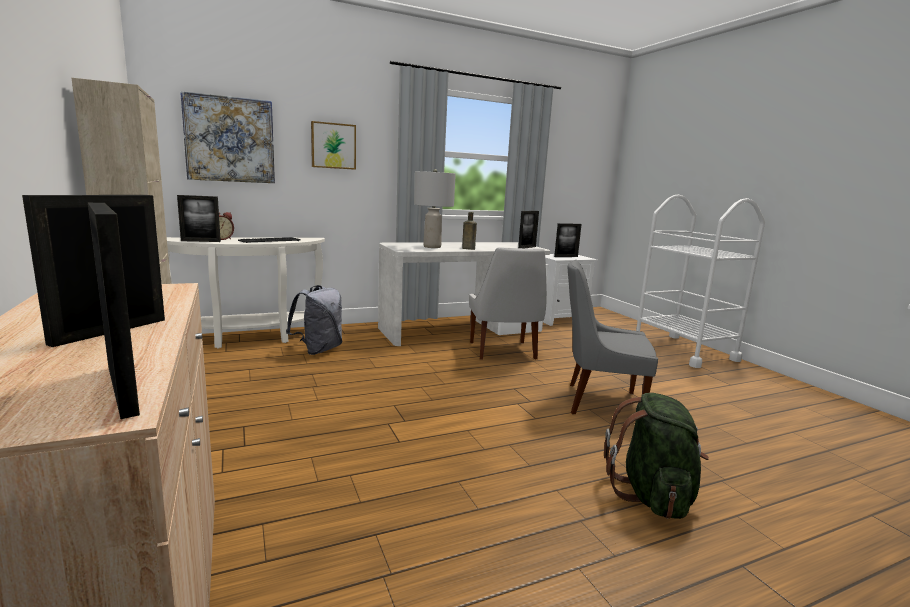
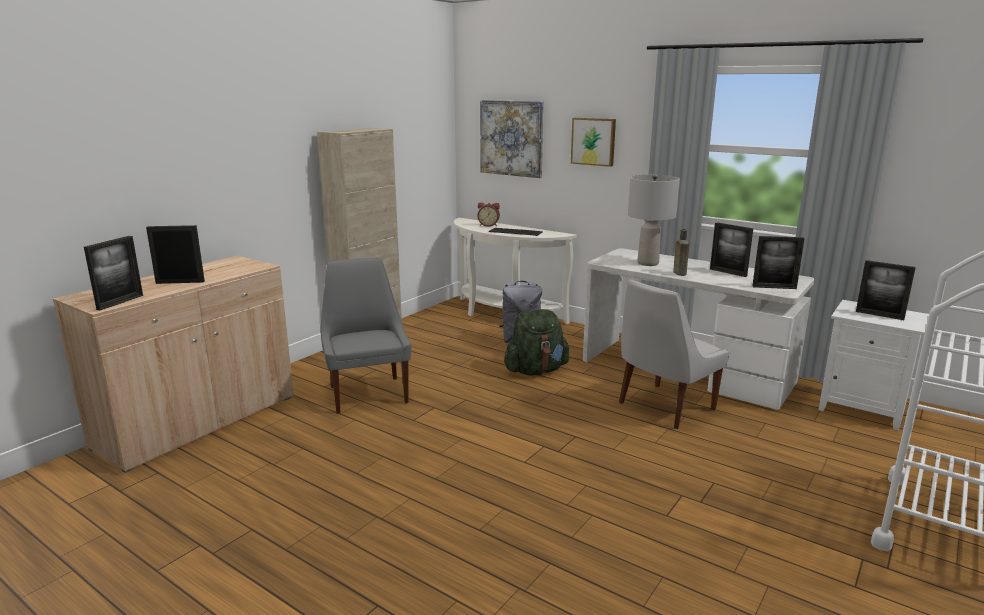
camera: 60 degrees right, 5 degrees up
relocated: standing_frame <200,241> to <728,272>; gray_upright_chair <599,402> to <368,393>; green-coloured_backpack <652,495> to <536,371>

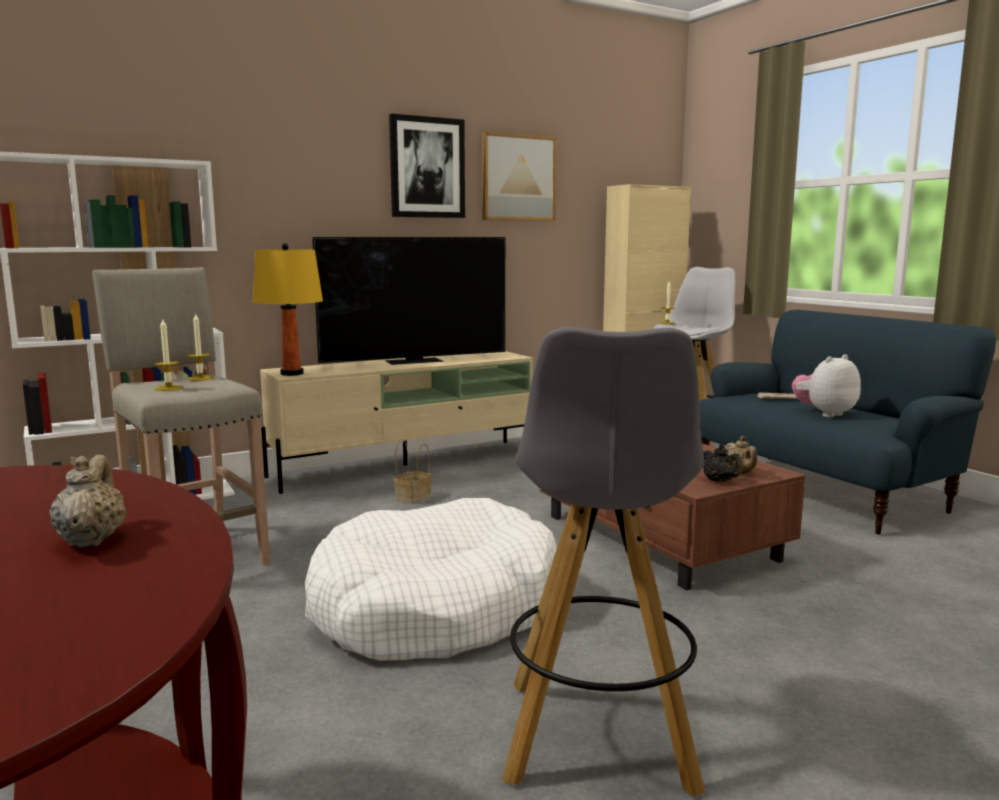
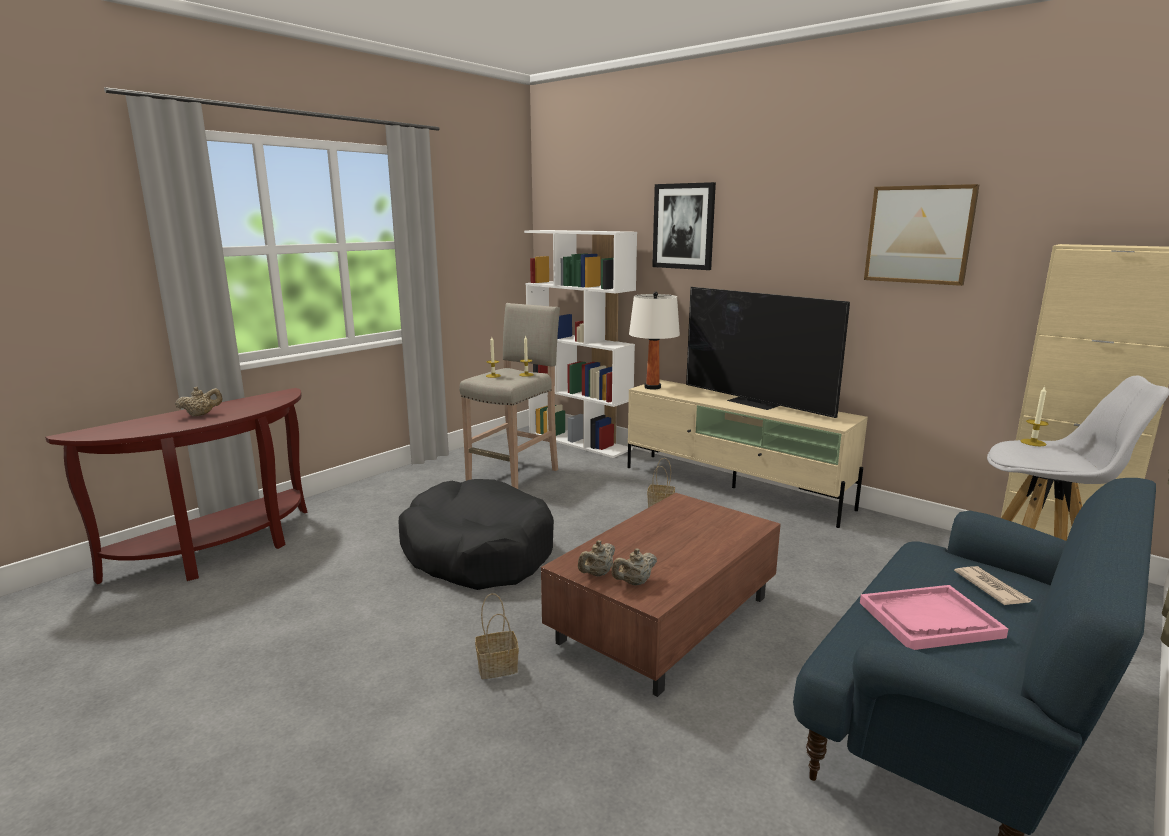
camera: 70 degrees right, 5 degrees up
missing: gray_stool <599,738>
appeared: basket <496,668>
relocated: wall_picture <427,168> to <683,226>
exchanged: cuddly_toy <824,414> to pink_tray <929,620>
colour: yellowish_table_lamp <292,373> to whitish_table_lamp <652,387>; whitish_dog_bed <435,608> to black_dog_bed <478,552>; black_teapot <719,481> to beige-coloured_teapot <597,574>

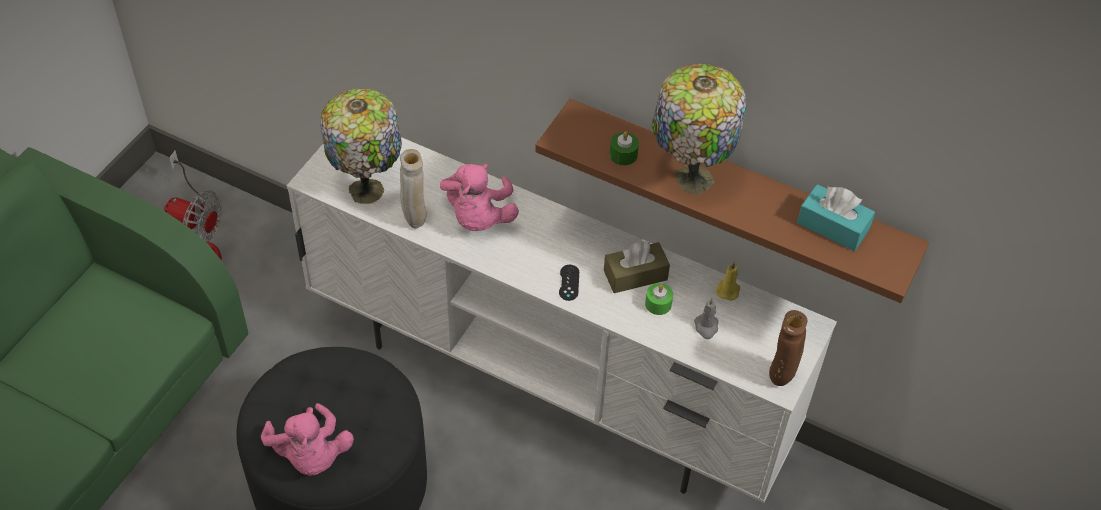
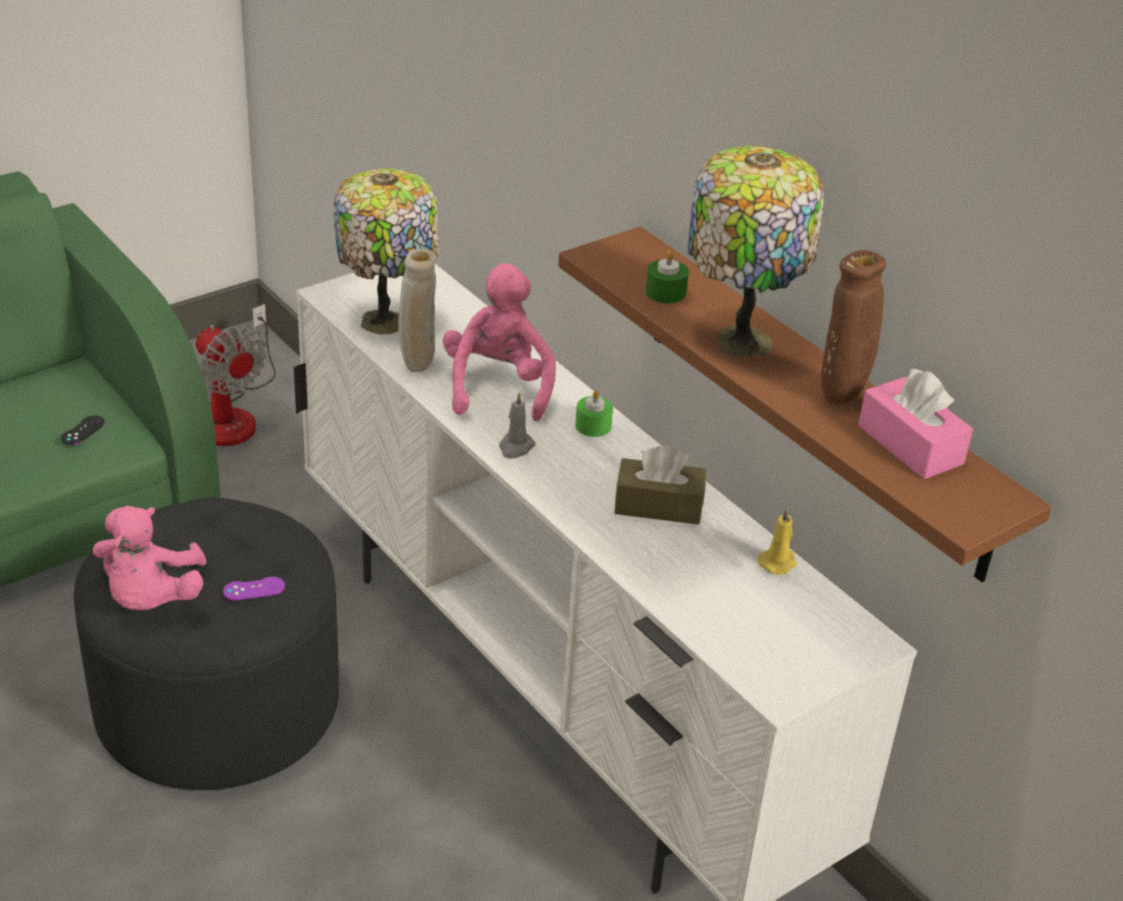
camera: 25 degrees right, 15 degrees down
appeared: purple-coloured_joypad <254,589>
relocated: black_joypad <569,282> to <83,430>; green-coloured_wax_candle <658,304> to <593,426>; gray_wax_candle <706,327> to <515,447>; brownish_flower_vase <780,378> to <841,398>
colour: turquoise-coloured_tissue_holder <833,226> to pink_tissue_holder <910,445>
spun: pink_cuddly_toy <478,218> = <498,387> 150 degrees clockwise

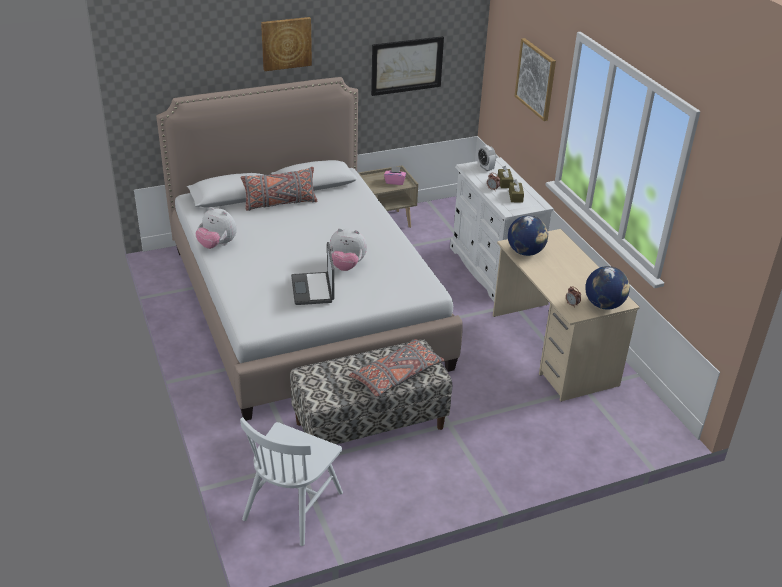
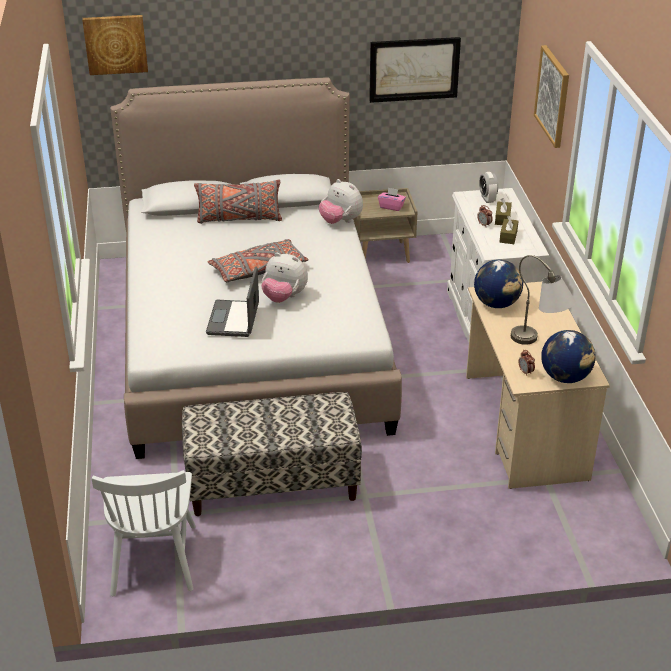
camera: 15 degrees right, 0 degrees up
appeared: gray_table_lamp <540,343>
relocated: cuddly_toy <217,245> to <340,221>; wall_picture <286,43> to <115,44>; gray_pillow <396,375> to <258,270>
spun: whitish_upright_chair <293,505> = <153,559> 45 degrees counterclockwise

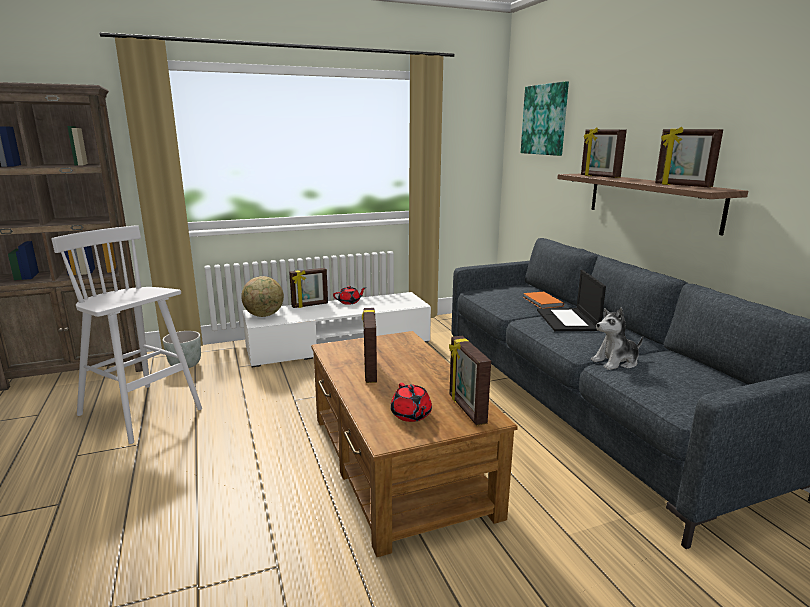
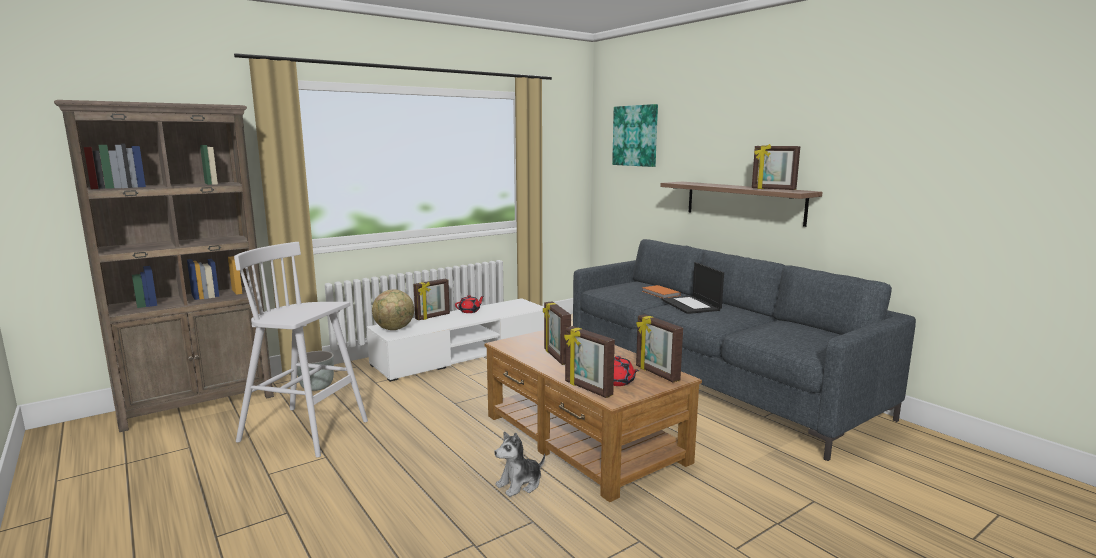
camera: 15 degrees left, 5 degrees down
relocated: standing_frame <599,177> to <587,389>; cuddly_toy <616,362> to <520,484>

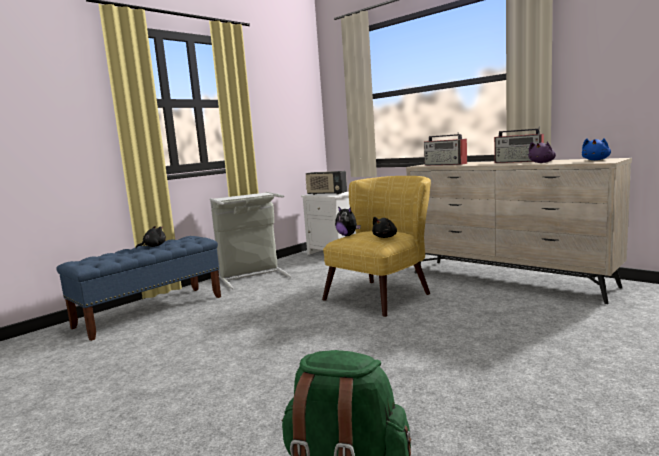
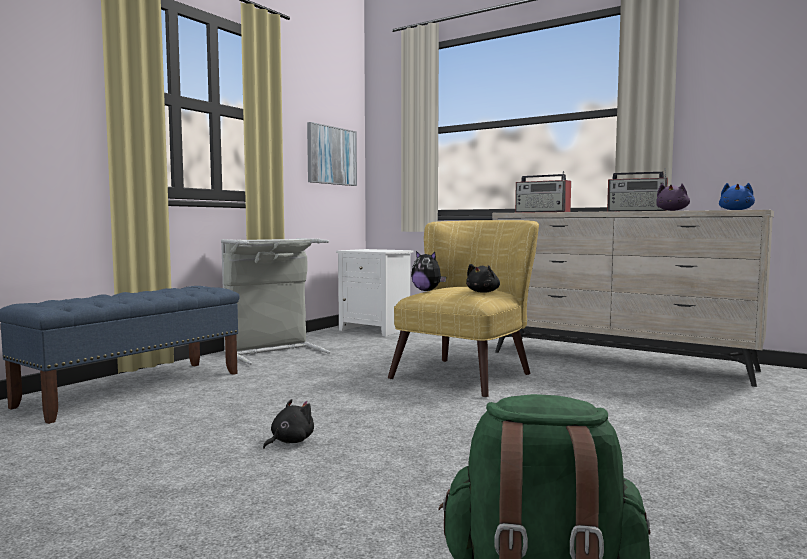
camera: 10 degrees left, 5 degrees down
missing: radio_receiver <326,194>
appeared: wall_picture <331,155>
relocated: black_cuddly_toy <153,246> to <290,441>

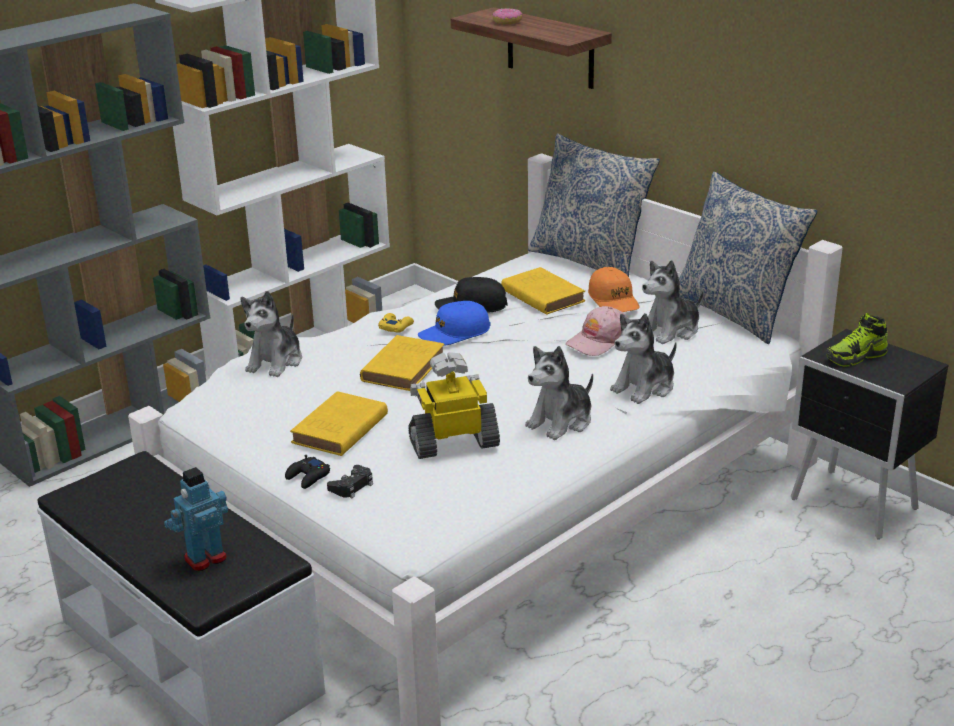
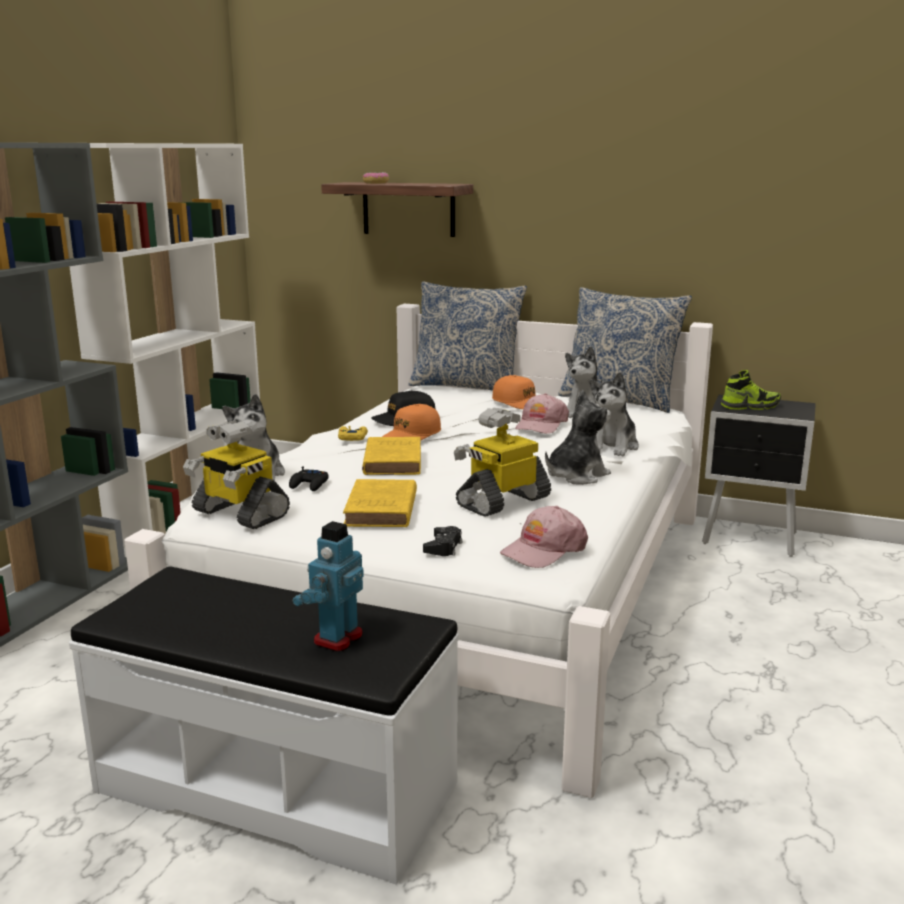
camera: 25 degrees left, 10 degrees down
missing: yellowish_bound_book <541,295>
appeared: robot_figure <239,514>; pink_cap <543,550>
relocated: black_joypad <308,477> to <309,485>
colour: bluish_cap <454,333> to orange-coloured_cap <412,435>
spun: cuddly_toy <561,422> = <576,476> 150 degrees counterclockwise; low_shoe <856,357> = <750,406> 135 degrees counterclockwise

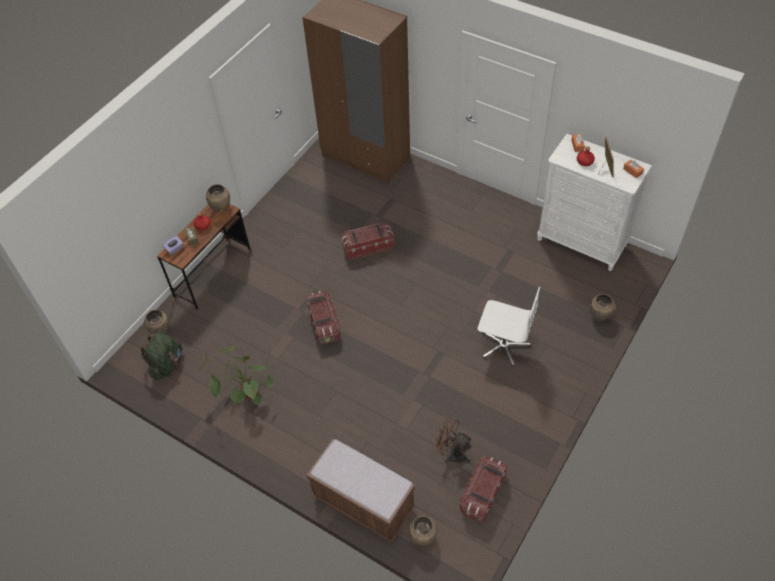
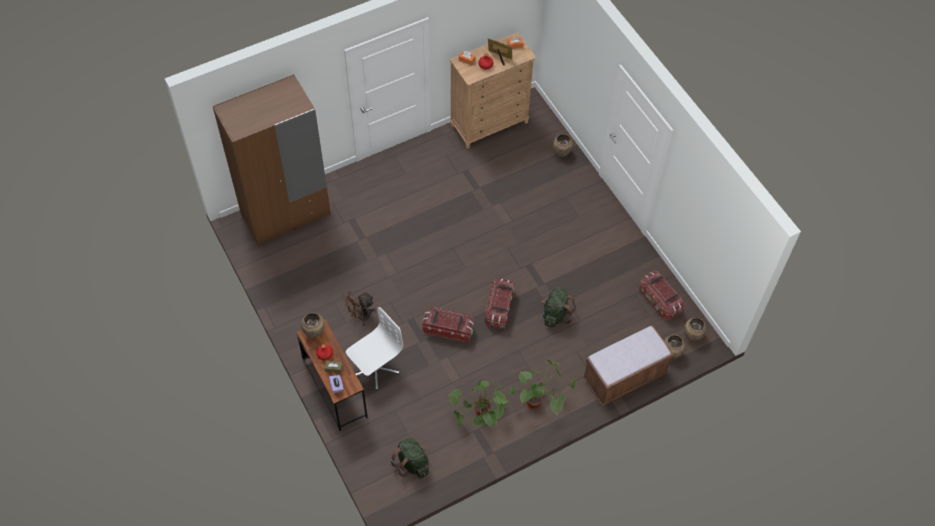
camera: 65 degrees left, 5 degrees up
appeared: potted_plant <539,401>; green-coloured_backpack <555,314>
relocated: brownish_flower_vase <161,331> to <692,336>; storage_bin <367,247> to <499,309>; brownish_cooling_fan <452,453> to <360,316>; whitish_desk_chair <503,345> to <375,368>
colour: whitish_chest_of_drawers <581,243> to brownish_chest_of_drawers <489,124>

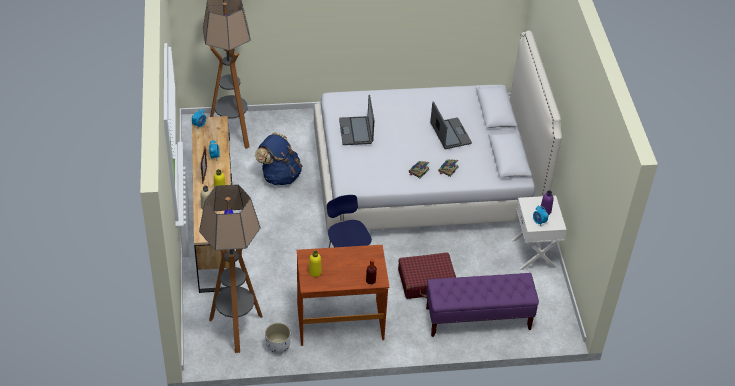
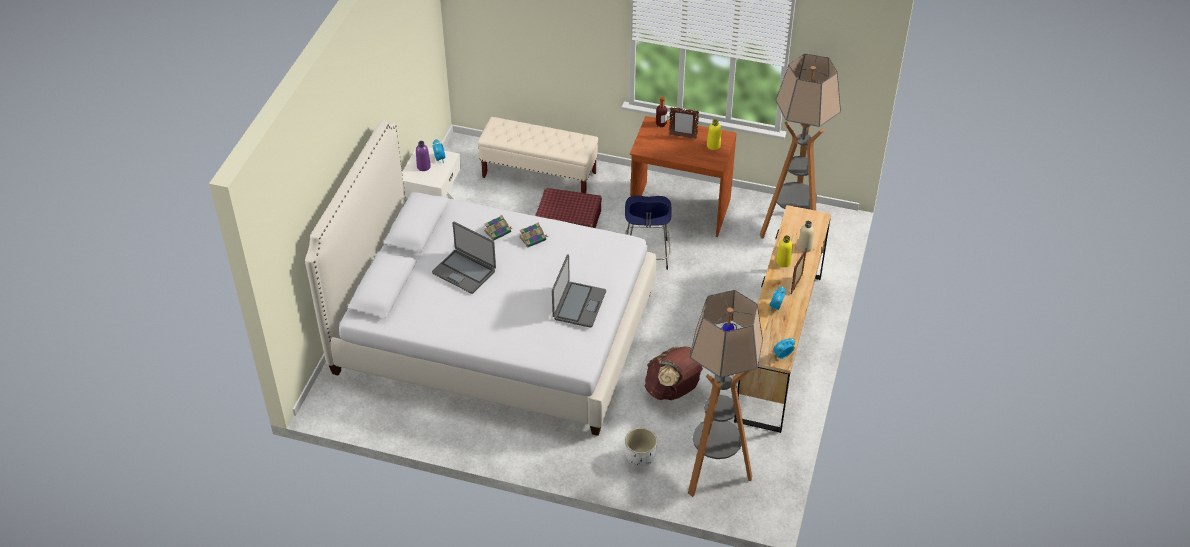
camera: 155 degrees left, 0 degrees up
appeared: standing_frame <682,136>
relocated: whitish_flower_pot <278,346> to <640,457>
colour: bluish_backpack <280,175> to brownish_backpack <674,390>; purple-coloured_bench <477,319> to beige-coloured_bench <539,175>
spun: portable_computer <450,134> = <464,271> 60 degrees counterclockwise

